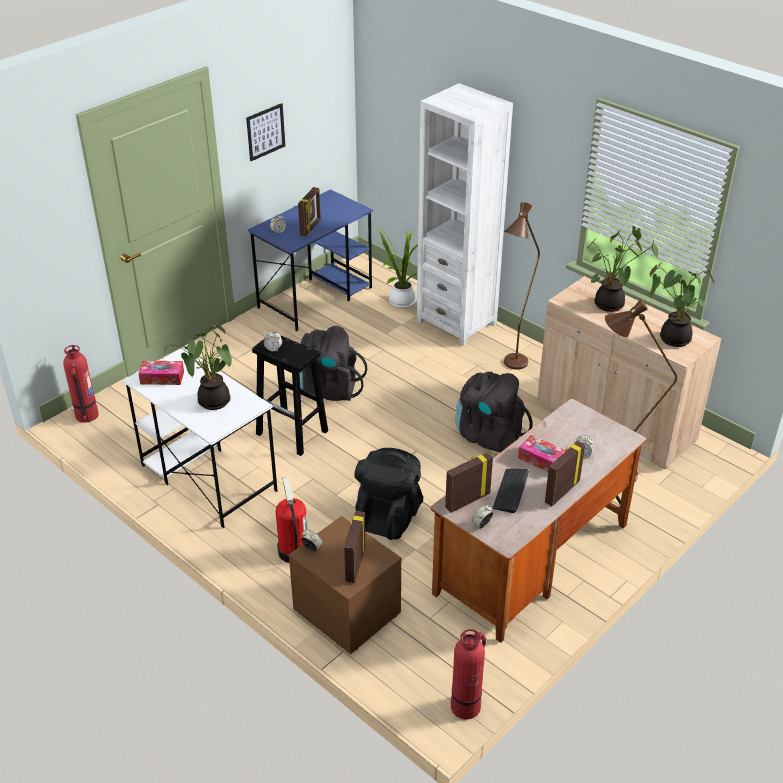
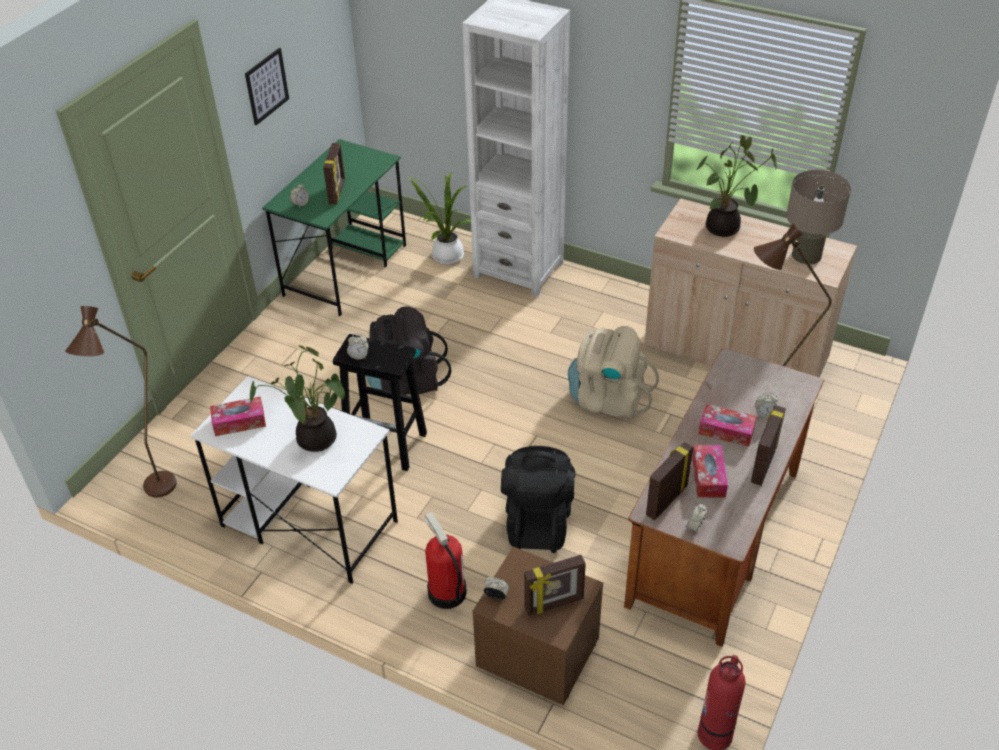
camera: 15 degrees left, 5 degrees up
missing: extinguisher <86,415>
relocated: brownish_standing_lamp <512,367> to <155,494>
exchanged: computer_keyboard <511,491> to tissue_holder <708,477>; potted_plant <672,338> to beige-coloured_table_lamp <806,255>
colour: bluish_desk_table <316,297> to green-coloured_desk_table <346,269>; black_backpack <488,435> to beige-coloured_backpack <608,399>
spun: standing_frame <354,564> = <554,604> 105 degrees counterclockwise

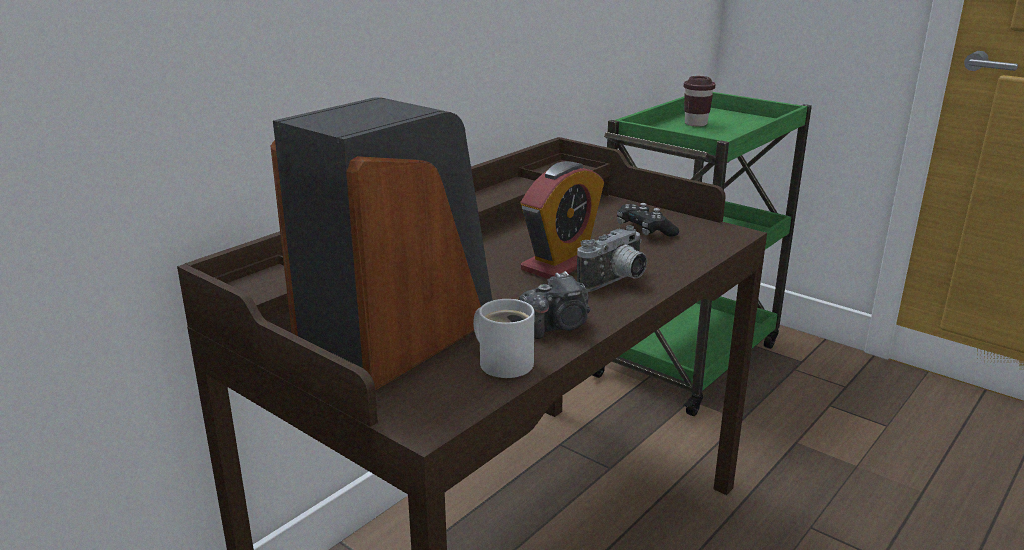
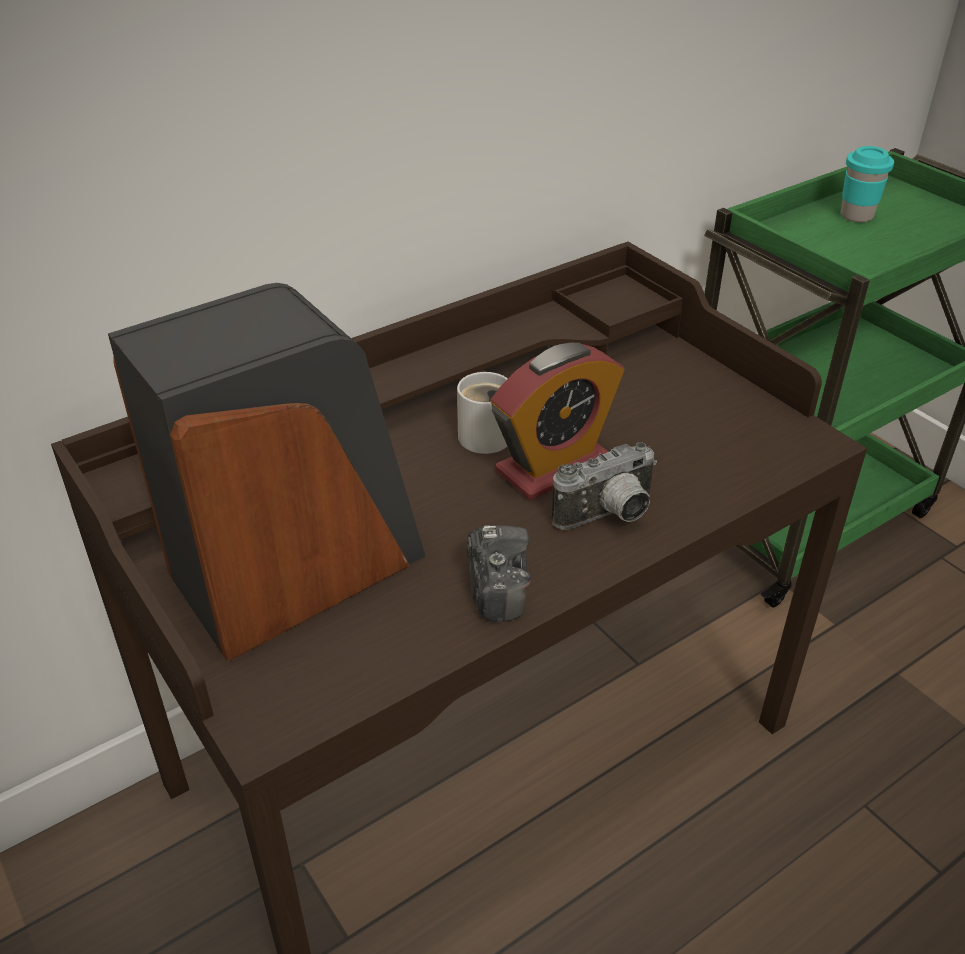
camera: 15 degrees right, 15 degrees up
missing: black_joypad <645,231>
relocated: whitish_coffee_mug <504,361> to <484,433>
colour: brownish_small_cup <695,124> to turquoise-coloured_small_cup <856,216>
spun: still_camera <558,326> = <496,588> 90 degrees counterclockwise

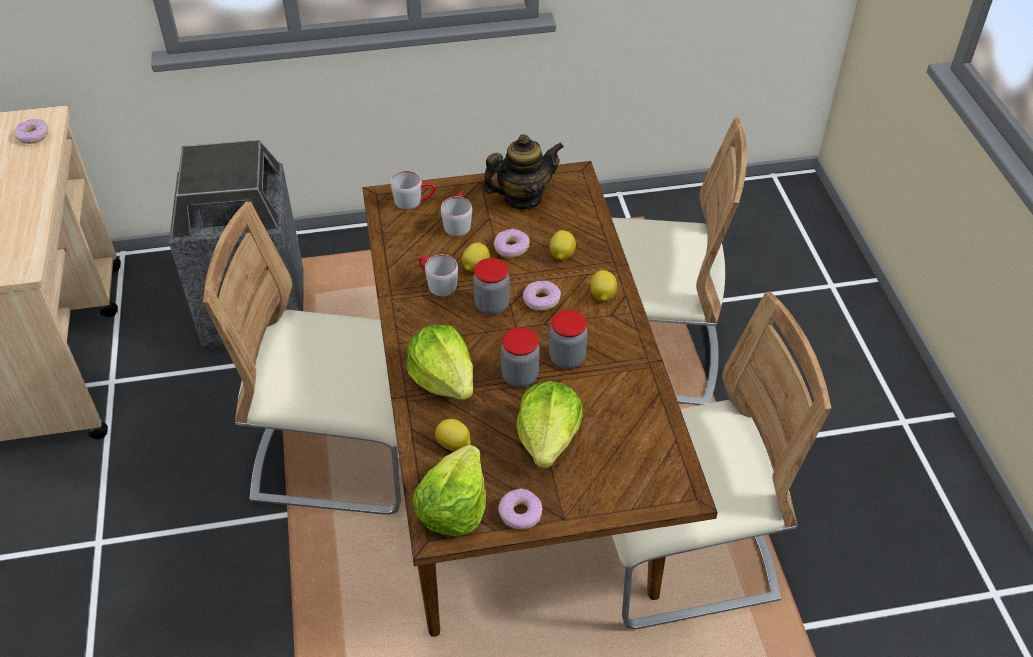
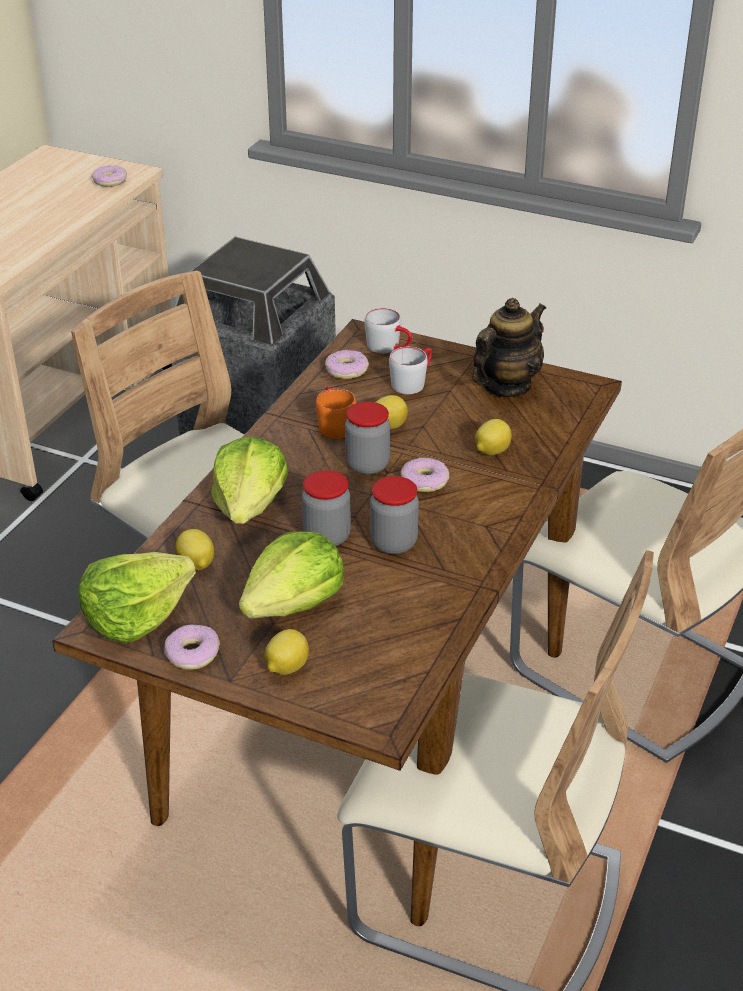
camera: 35 degrees right, 10 degrees down
relocated: doughnut <511,247> to <346,370>; citrus_fruit <602,296> to <286,667>
colour: gray_coffee_mug <437,283> to orange-coloured_coffee_mug <333,424>
spun: teapot <522,198> = <505,386> 60 degrees counterclockwise

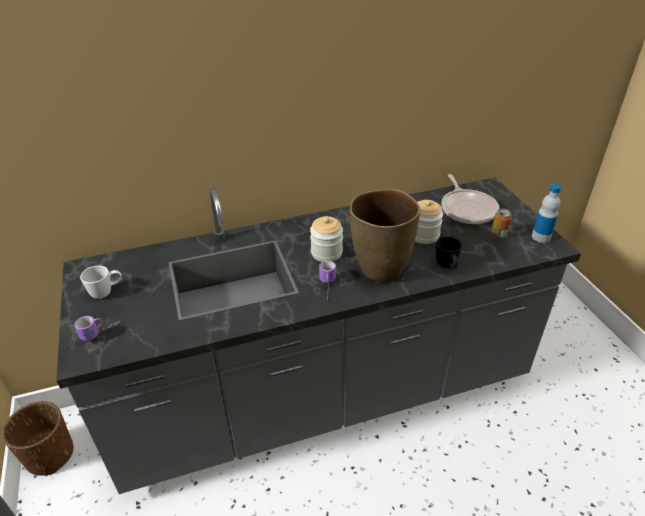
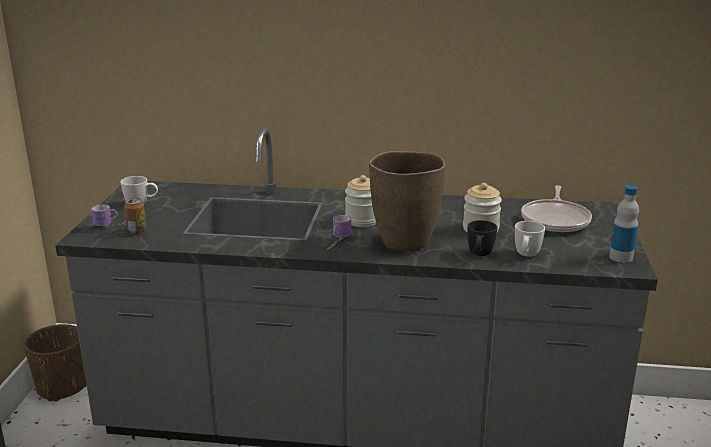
camera: 25 degrees right, 15 degrees down
appeared: whitish_coffee_mug <526,256>
relocated: can <498,236> to <137,231>

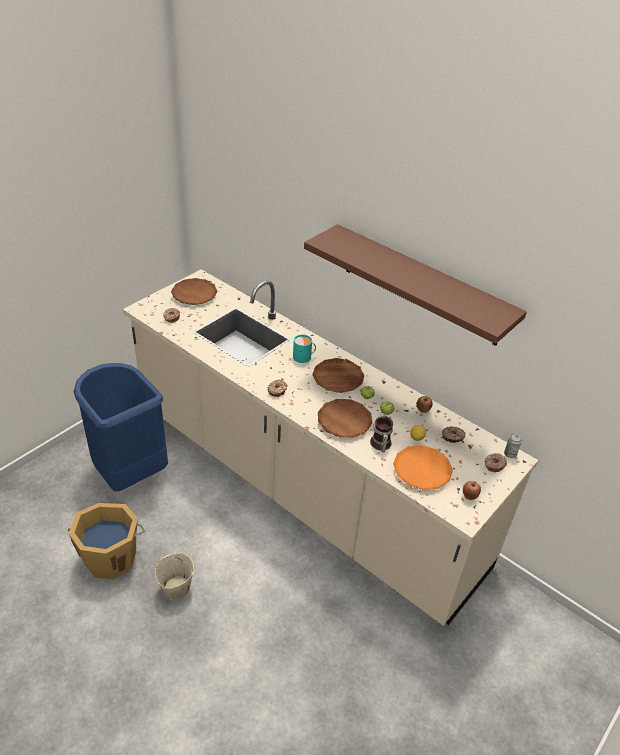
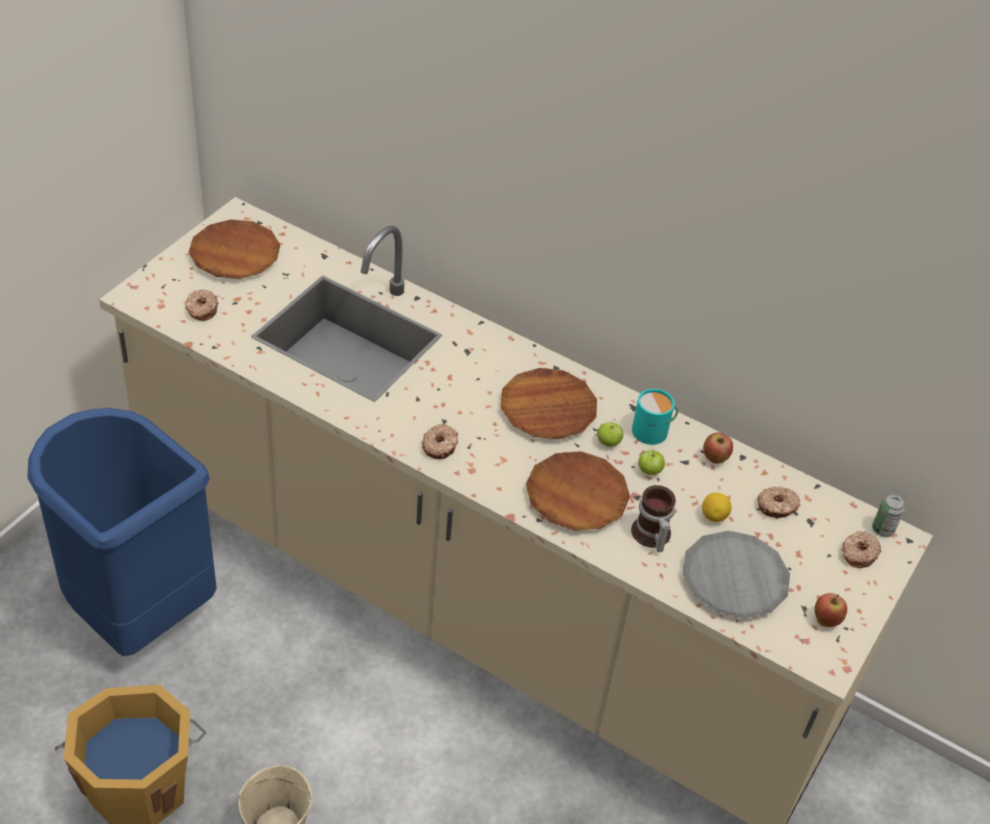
camera: 10 degrees left, 5 degrees up
missing: brownish_shelf <421,285>
relocated: turquoise-coloured_coffee_mug <304,357> to <654,431>
colour: orange-coloured_dinner_plate <422,470> to gray_dinner_plate <734,579>

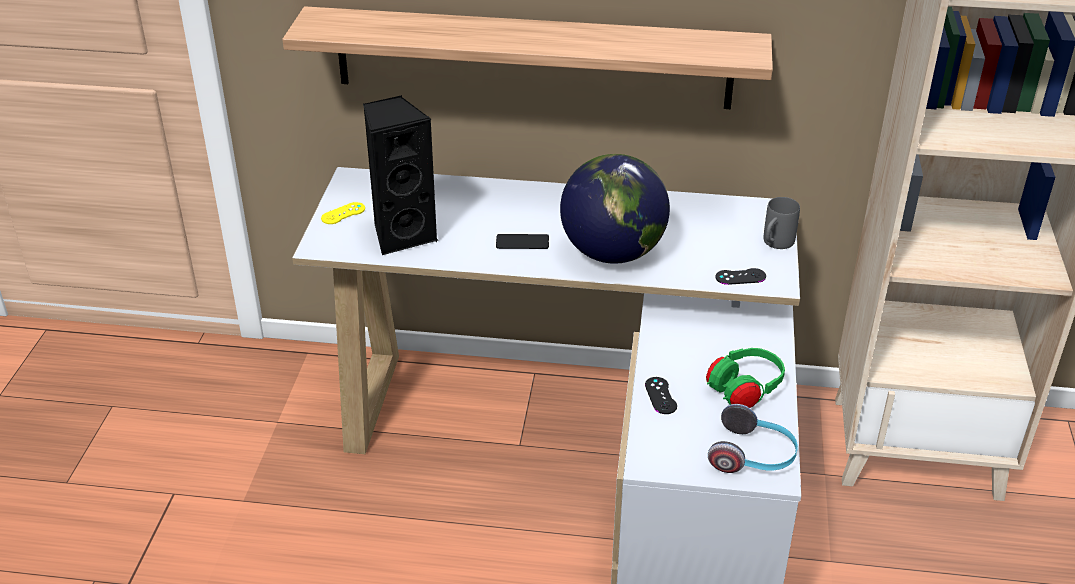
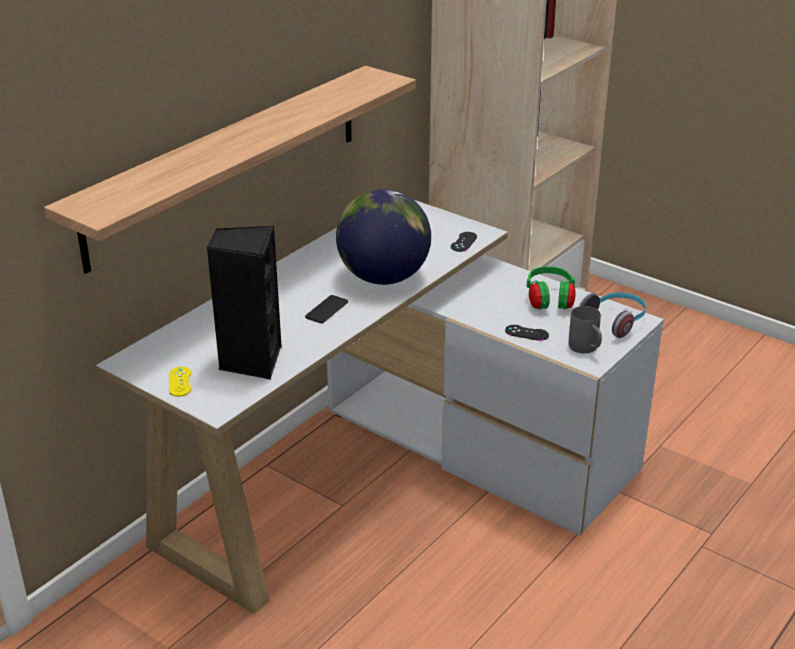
camera: 60 degrees left, 5 degrees down
relocated: gray_coffee_mug <775,244> to <586,349>

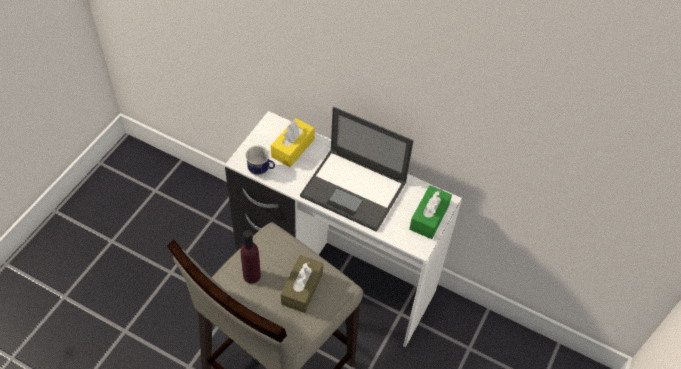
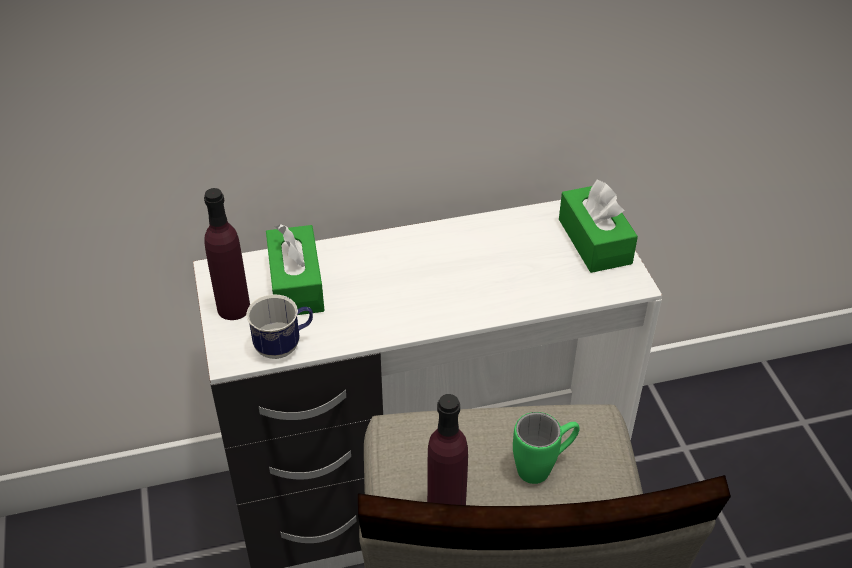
camera: 40 degrees left, 10 degrees down
missing: portable_computer <355,189>
appeared: purple-coloured_bottle <233,308>
exchanged: brownish_tissue_holder <302,288> to green-coloured_coffee_mug <543,467>
colour: yellowish_tissue_holder <293,148> to green-coloured_tissue_holder <296,284>

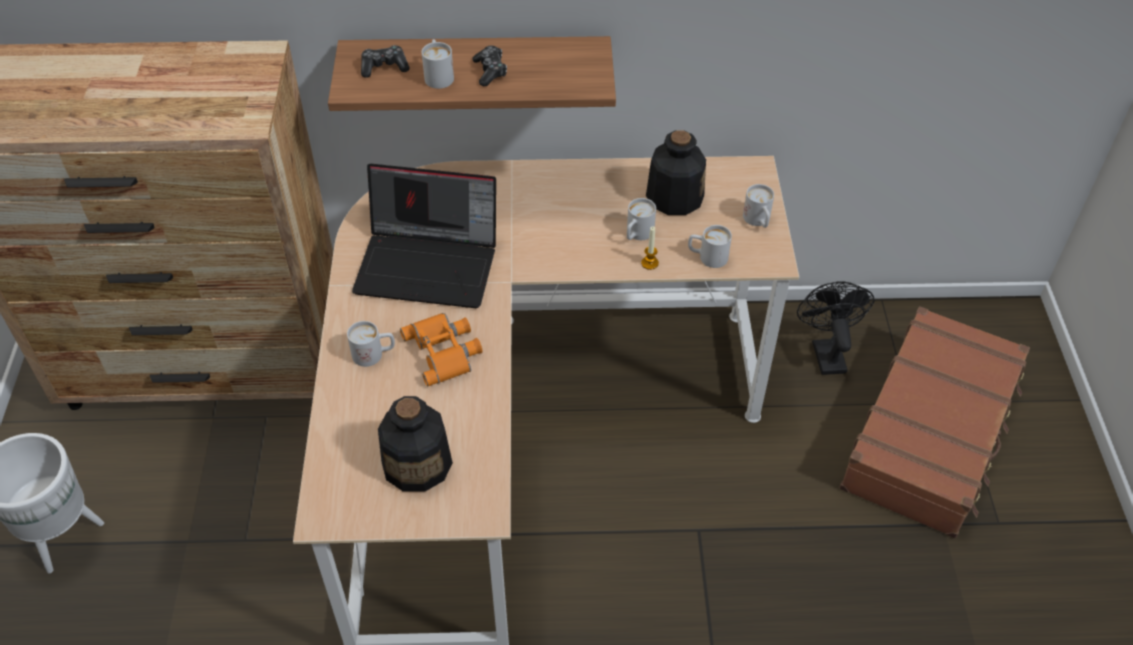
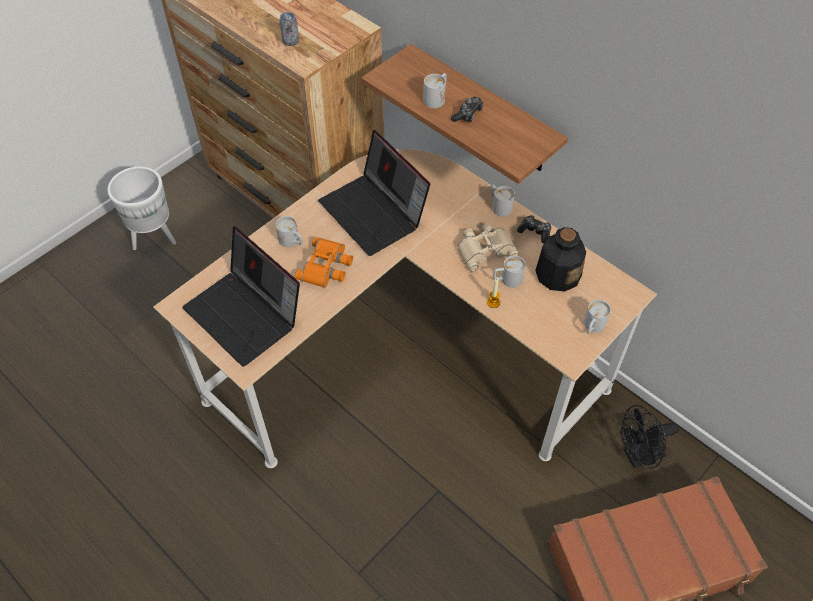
camera: 45 degrees right, 5 degrees up
appeared: can <290,41>; beige-coloured_binoculars <485,248>
relocated: joypad <384,67> to <535,232>; whitish_coffee_mug <707,257> to <499,206>
exchanged: bottle <418,463> to portable_computer <246,315>
spun: black_cooling_fan <826,352> = <638,456> 150 degrees counterclockwise

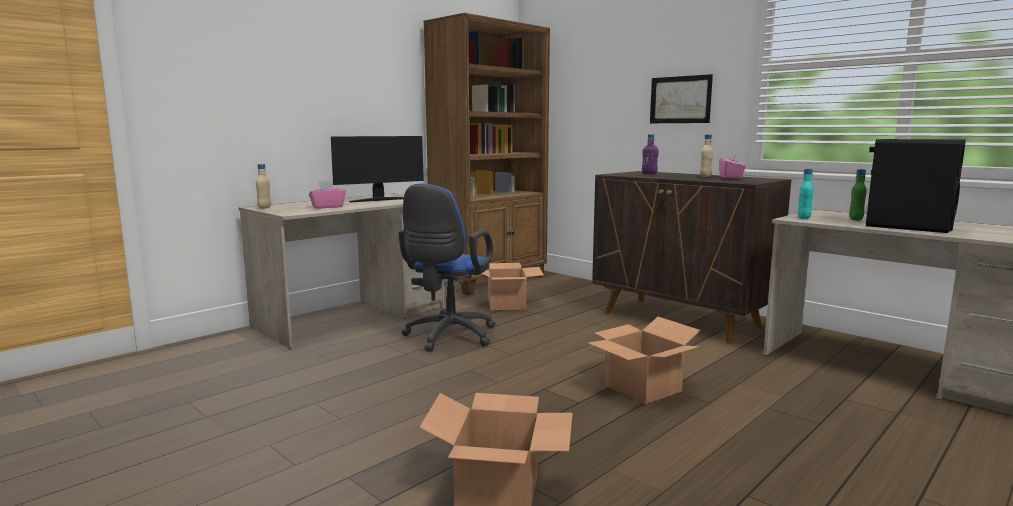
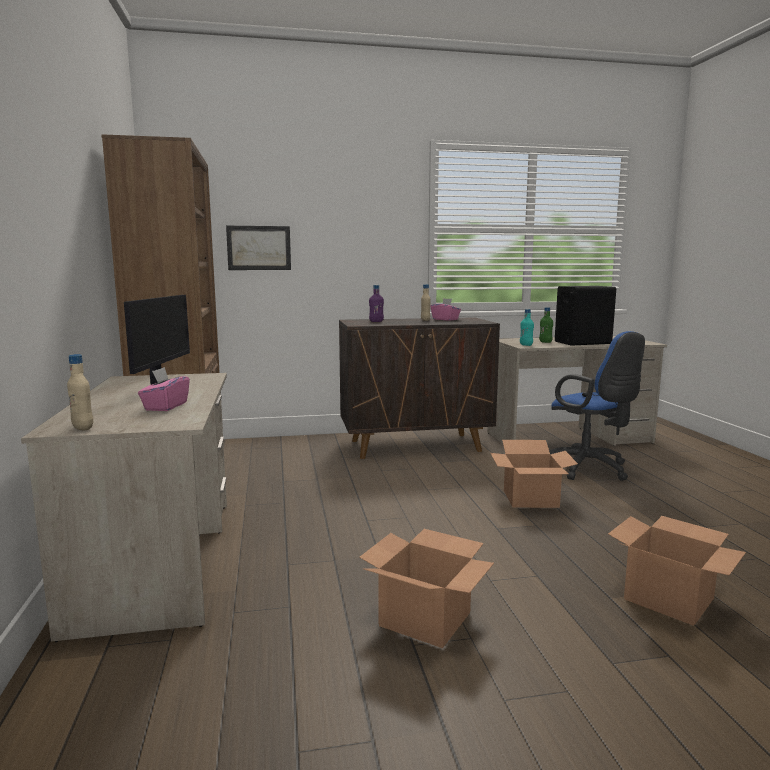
camera: 55 degrees left, 0 degrees up
relocated: bluish_desk_chair <448,337> to <589,469>; cardboard_box <506,304> to <423,619>; wall_picture <680,99> to <259,248>

